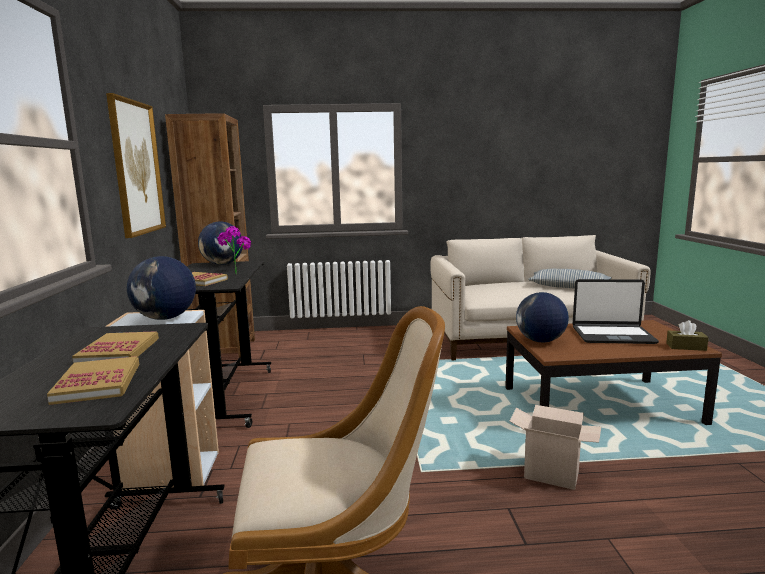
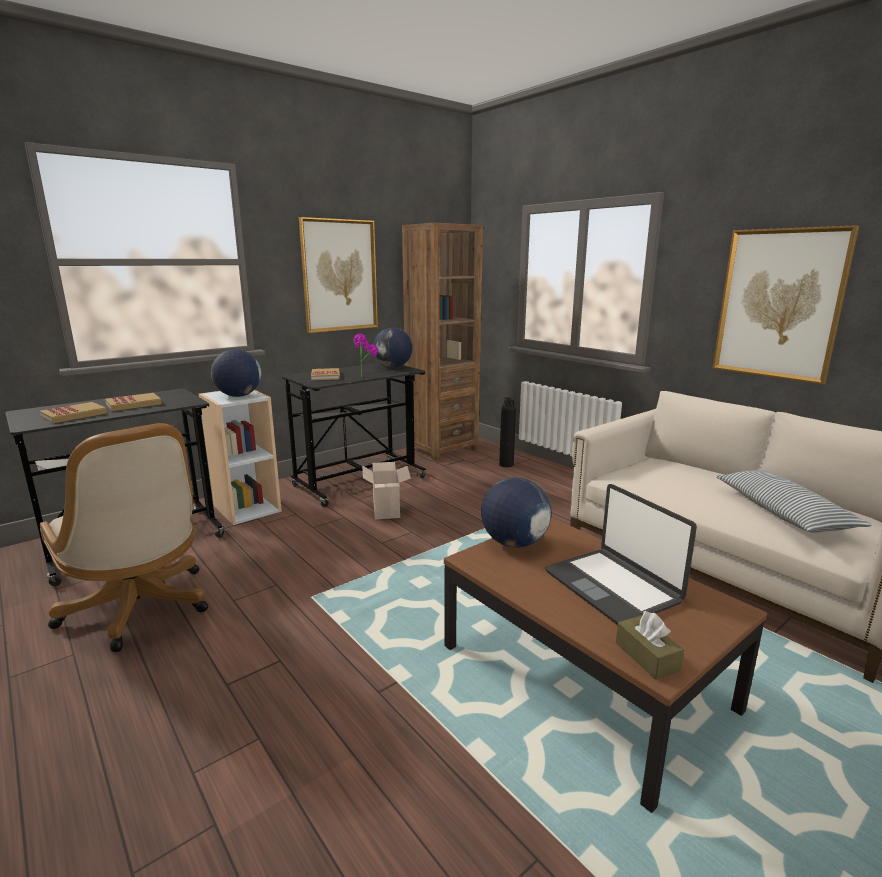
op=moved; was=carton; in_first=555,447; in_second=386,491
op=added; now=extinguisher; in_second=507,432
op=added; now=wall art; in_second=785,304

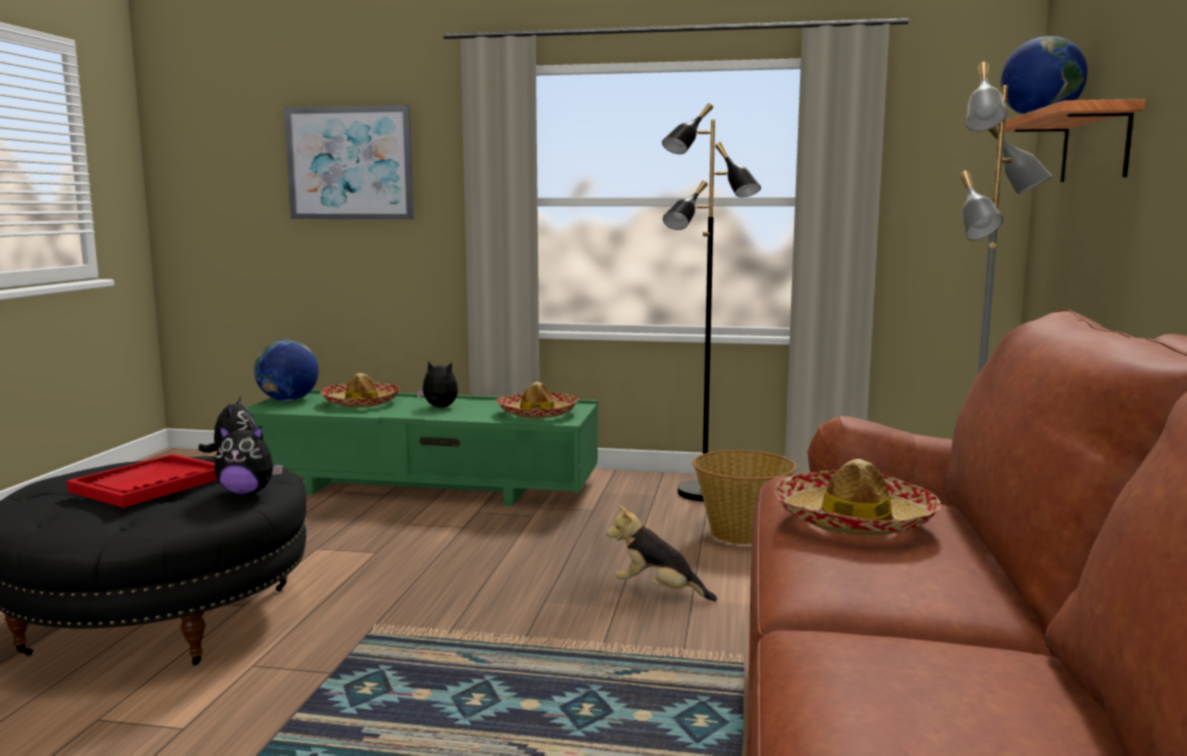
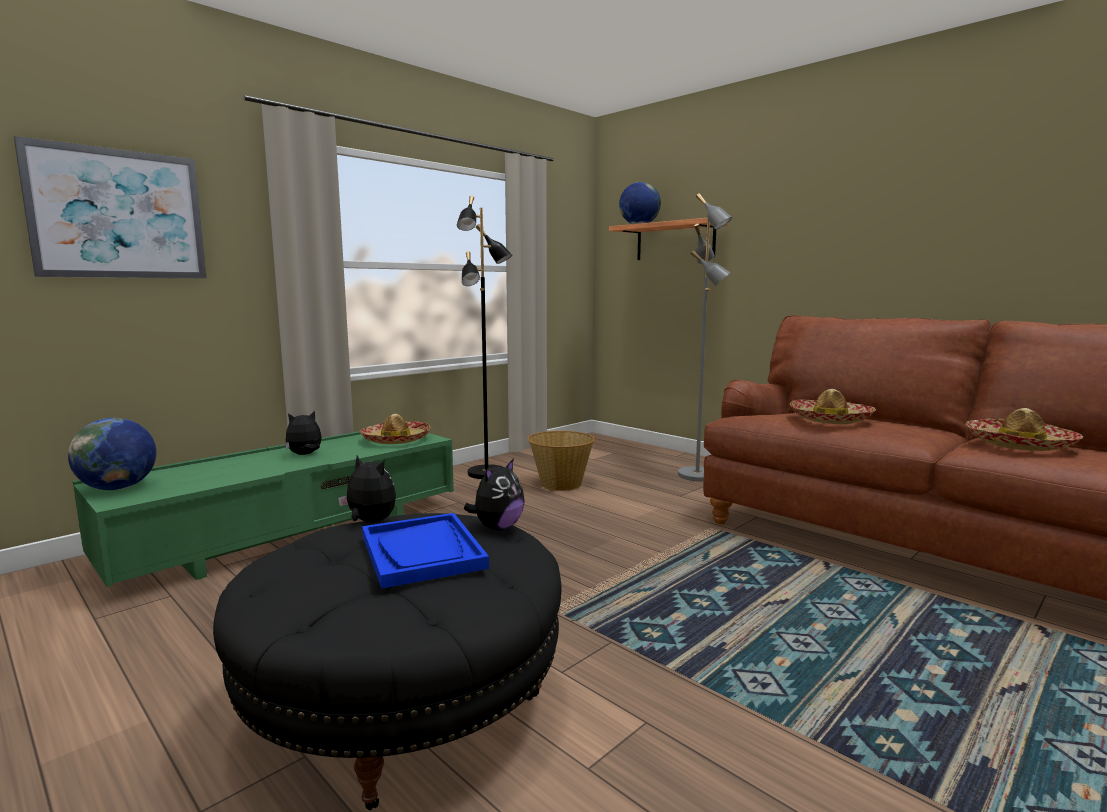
op=recoloured; was=reddish tray; now=blue tray; in_first=142,481; in_second=425,551
op=moved; was=hat; in_first=360,390; in_second=1024,429
op=removed; was=plush toy; in_first=662,553

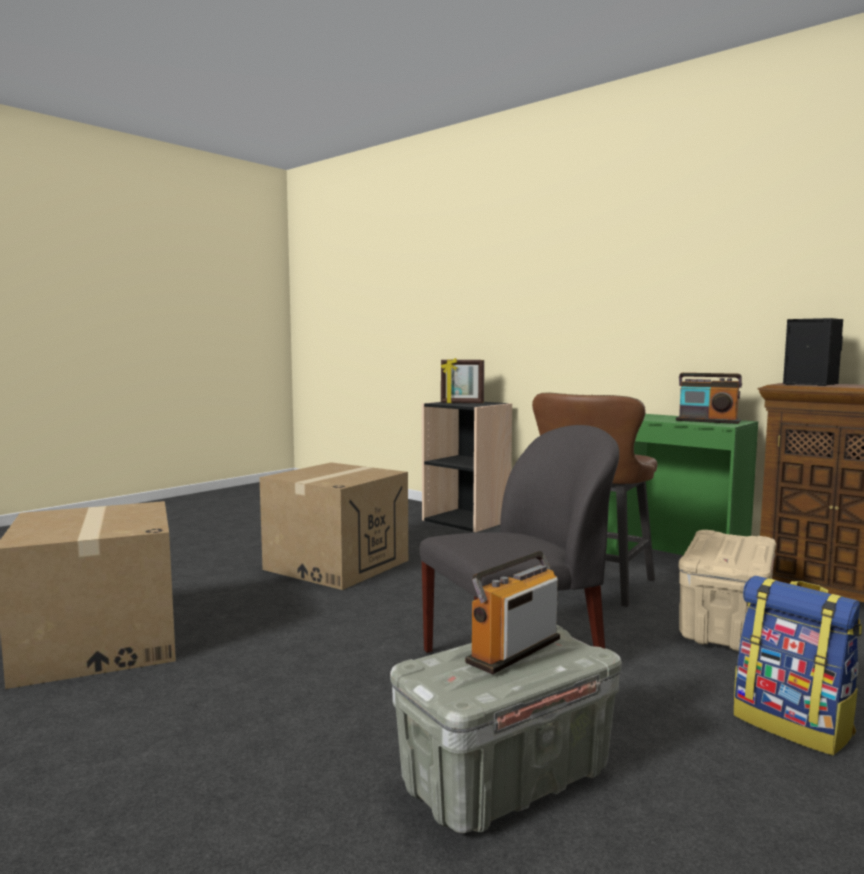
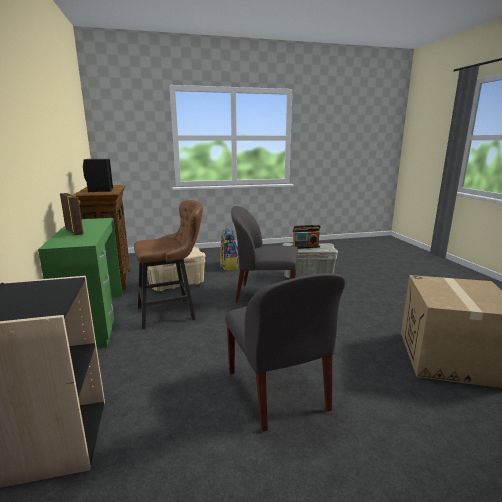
op=replaced; was=carton; now=grey upright chair; in_first=333,526; in_second=285,352
op=moved; was=photo frame; in_first=462,380; in_second=71,214
op=removed; was=radio; in_first=709,398

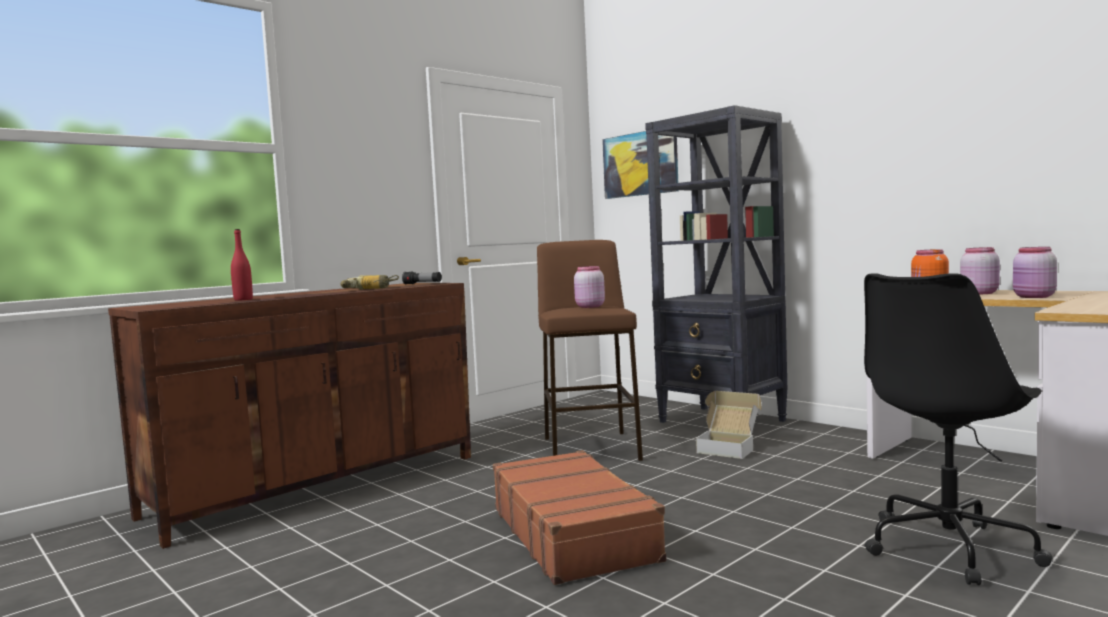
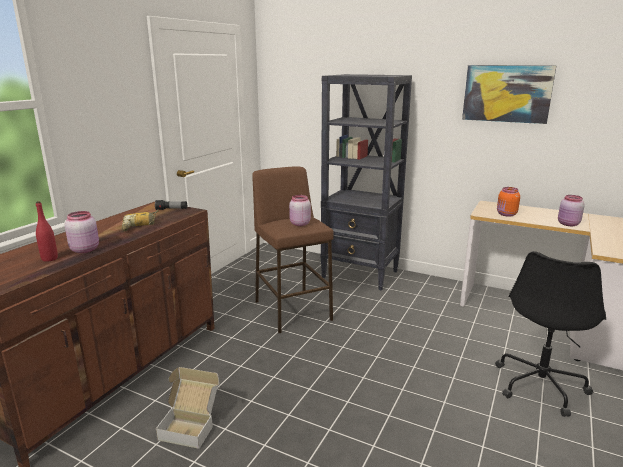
op=removed; was=brown piece of luggage; in_first=579,517
op=moved; was=wall art; in_first=640,165; in_second=509,94
op=moved; was=carton; in_first=729,425; in_second=188,408
op=moved; was=pink preserve jar; in_first=980,270; in_second=82,232

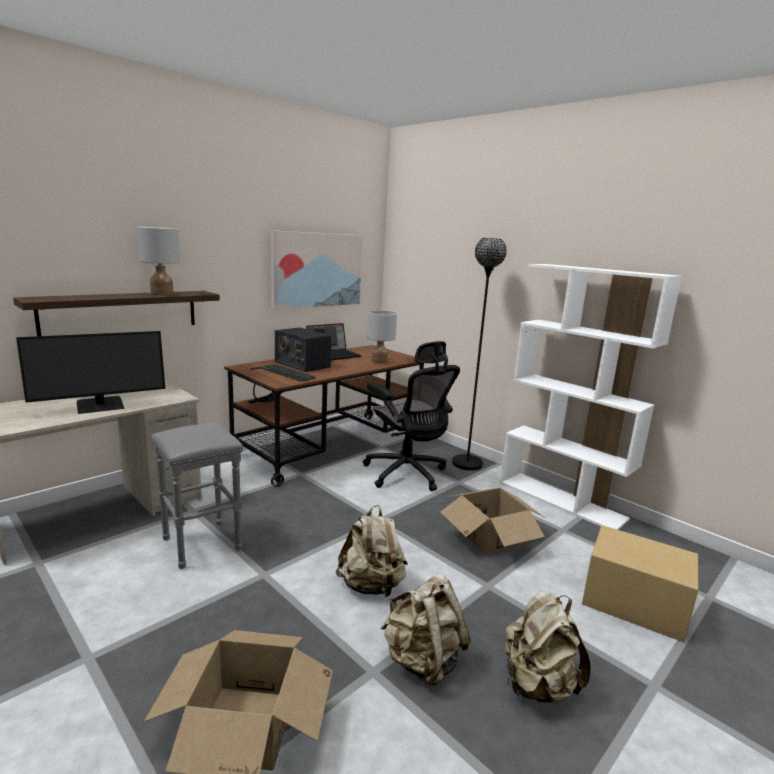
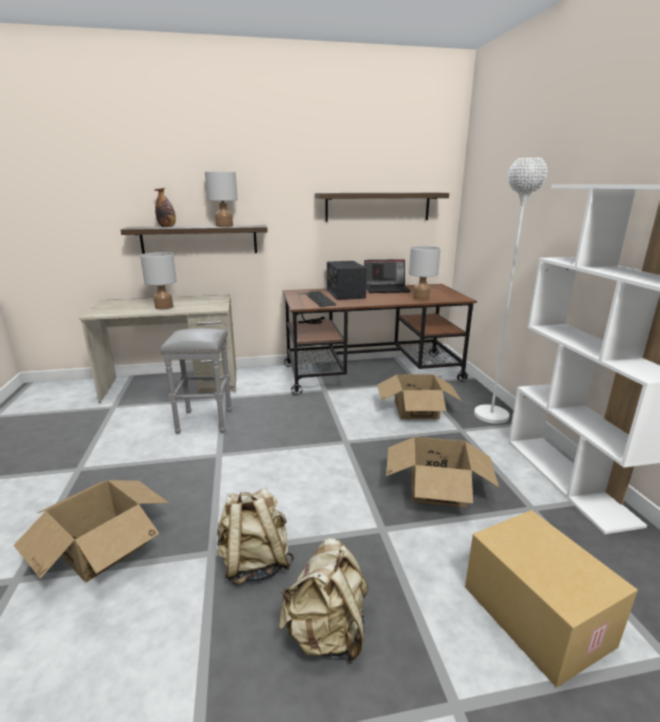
op=replaced; was=computer display; now=grey tabletop lamp; in_first=90,372; in_second=158,280
op=replaced; was=wall art; now=shelf; in_first=317,270; in_second=382,207
op=removed; was=beige backpack; in_first=372,551
op=replaced; was=computer chair; now=carton; in_first=411,416; in_second=419,396
op=recoloured; was=blackish standard lamp; now=whitish standard lamp; in_first=479,354; in_second=511,291
op=added; now=drink bottle; in_second=165,207

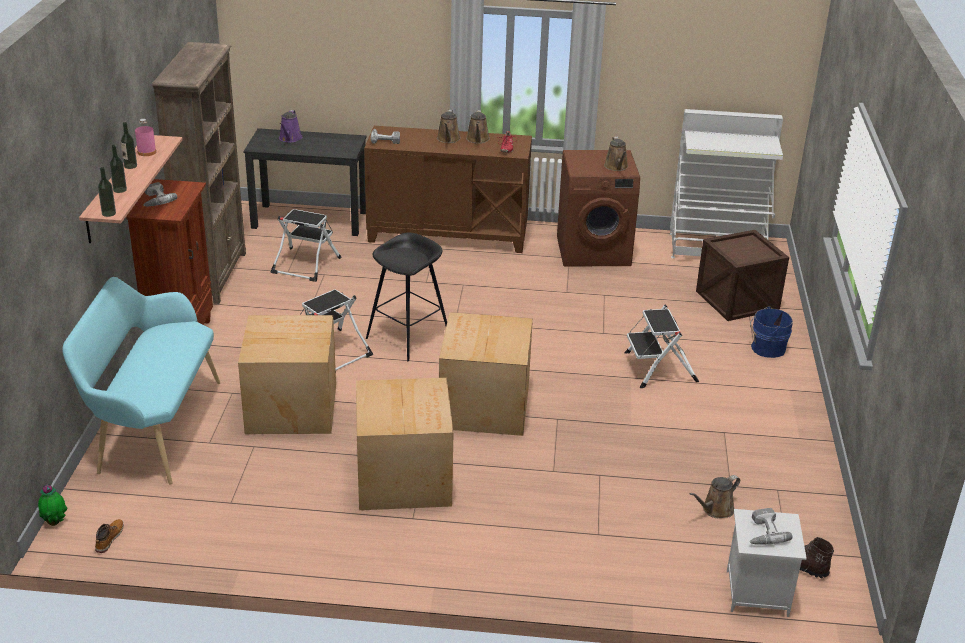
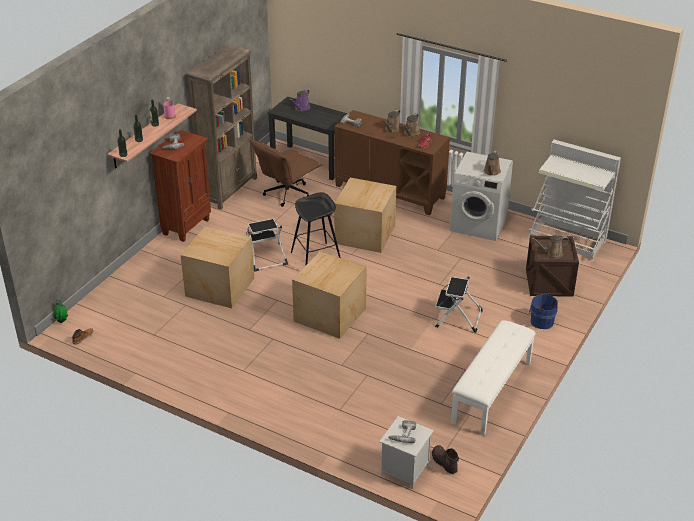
op=removed; was=turquoise-coloured long seat; in_first=141,380
op=replaced; was=step ladder; now=brown computer chair; in_first=306,245; in_second=286,173
op=moved; was=carton; in_first=404,444; in_second=365,215
op=recoloured; was=brown laundry machine; now=whitish laundry machine; in_first=598,208; in_second=481,196
op=moved; was=brown watering pot; in_first=714,496; in_second=550,247
op=added; now=whitish long seat; in_second=493,378

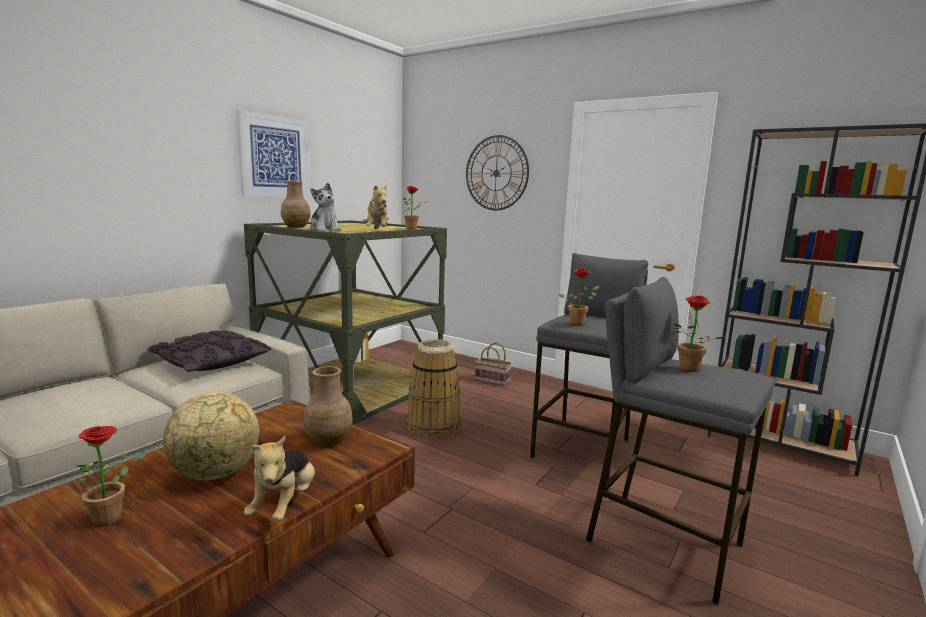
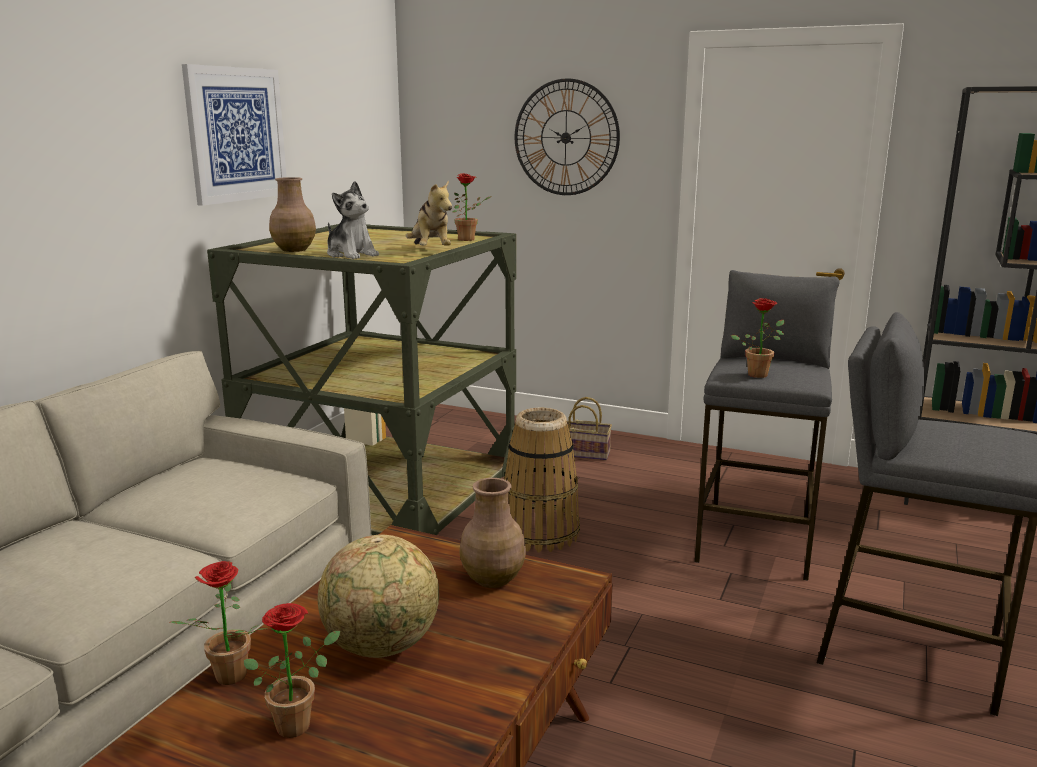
op=removed; was=blackish pillow; in_first=209,351
op=removed; was=plush toy; in_first=279,479
op=moved; was=houseplant; in_first=699,333; in_second=219,623

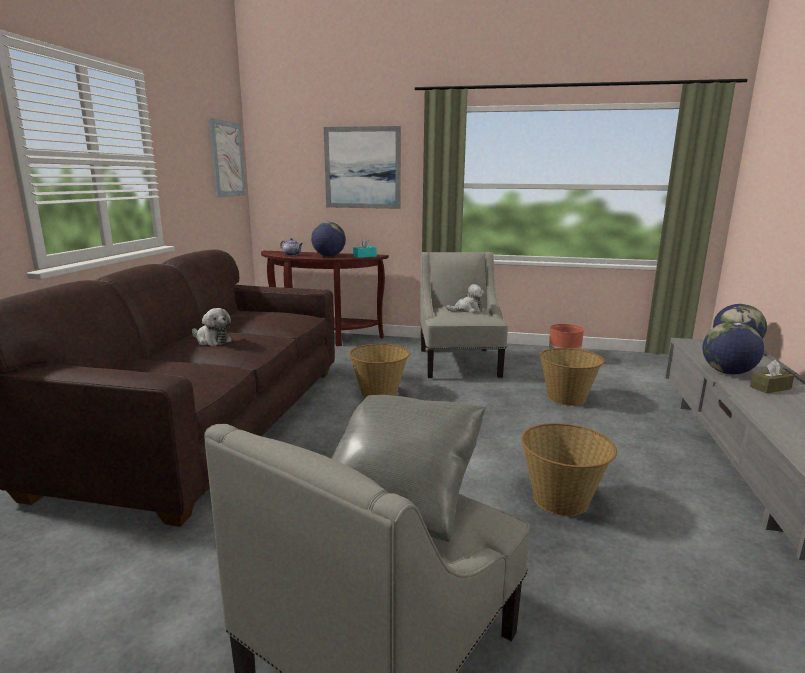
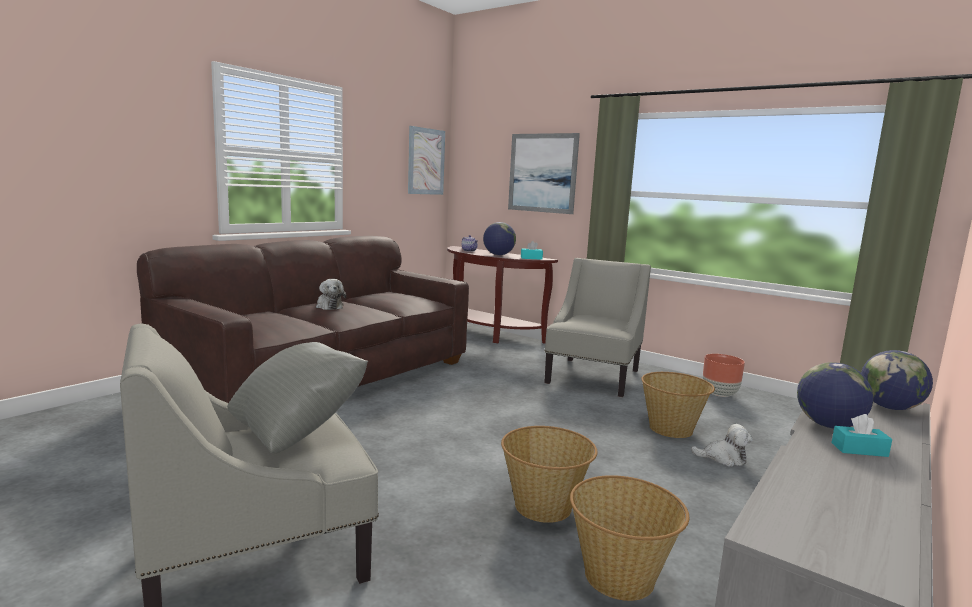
op=moved; was=basket; in_first=379,371; in_second=629,538
op=moved; was=plush toy; in_first=465,298; in_second=722,445
op=recoloured; was=brown box of tissues; now=turquoise-coloured box of tissues; in_first=772,376; in_second=861,435

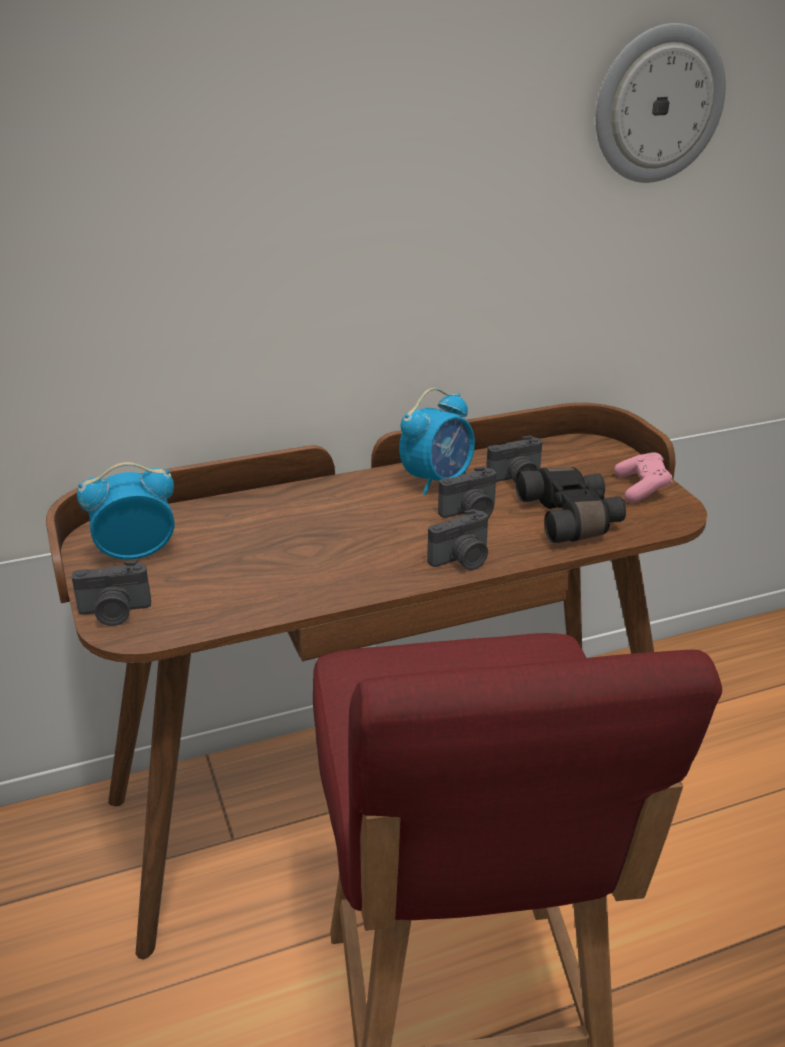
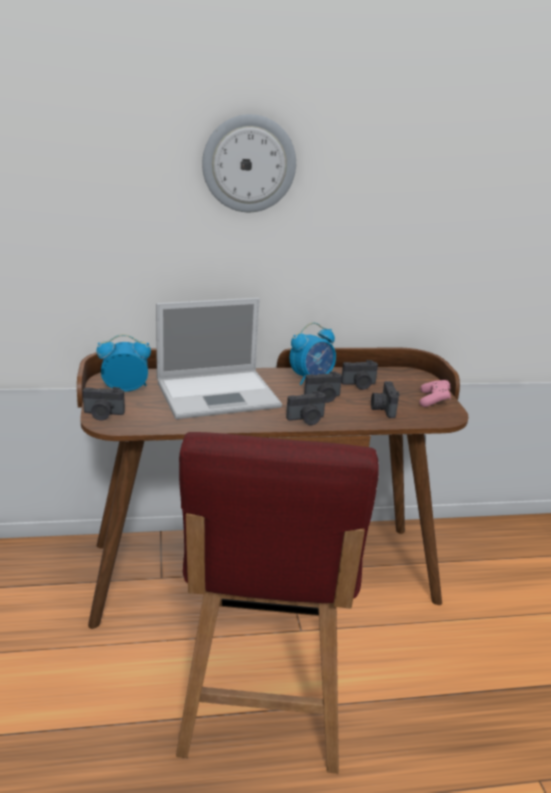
op=replaced; was=blackish binoculars; now=still camera; in_first=571,505; in_second=385,399
op=moved; was=hanging clock; in_first=661,103; in_second=249,163
op=added; now=laptop; in_second=219,358

